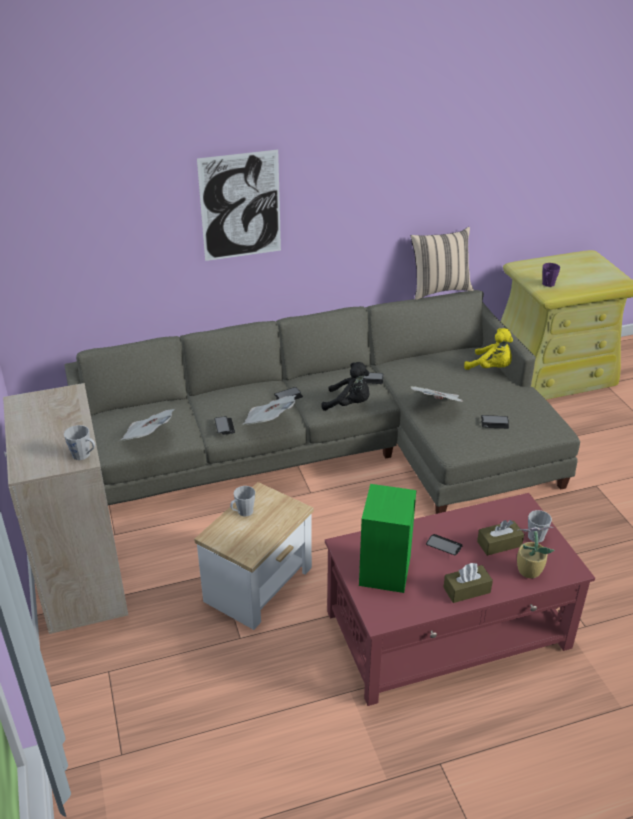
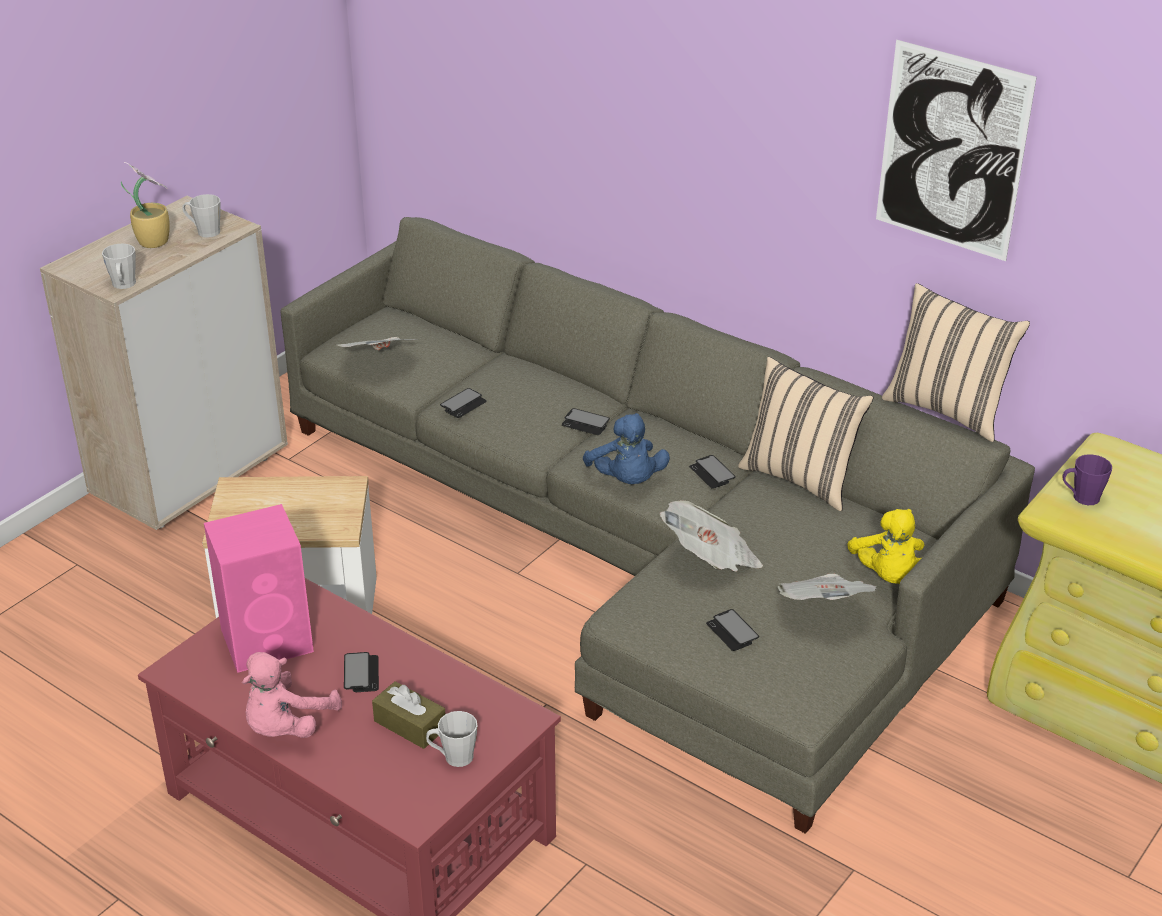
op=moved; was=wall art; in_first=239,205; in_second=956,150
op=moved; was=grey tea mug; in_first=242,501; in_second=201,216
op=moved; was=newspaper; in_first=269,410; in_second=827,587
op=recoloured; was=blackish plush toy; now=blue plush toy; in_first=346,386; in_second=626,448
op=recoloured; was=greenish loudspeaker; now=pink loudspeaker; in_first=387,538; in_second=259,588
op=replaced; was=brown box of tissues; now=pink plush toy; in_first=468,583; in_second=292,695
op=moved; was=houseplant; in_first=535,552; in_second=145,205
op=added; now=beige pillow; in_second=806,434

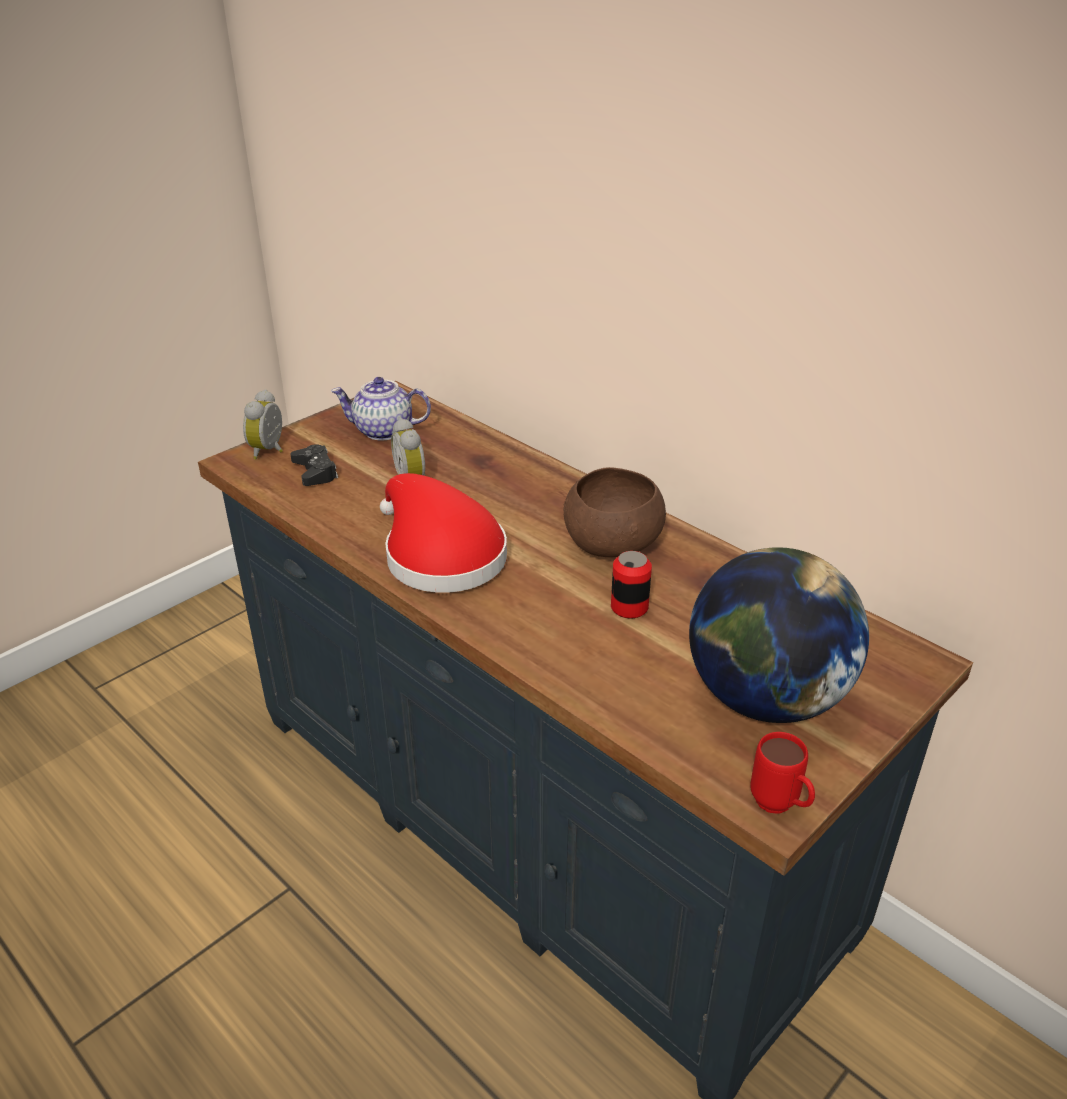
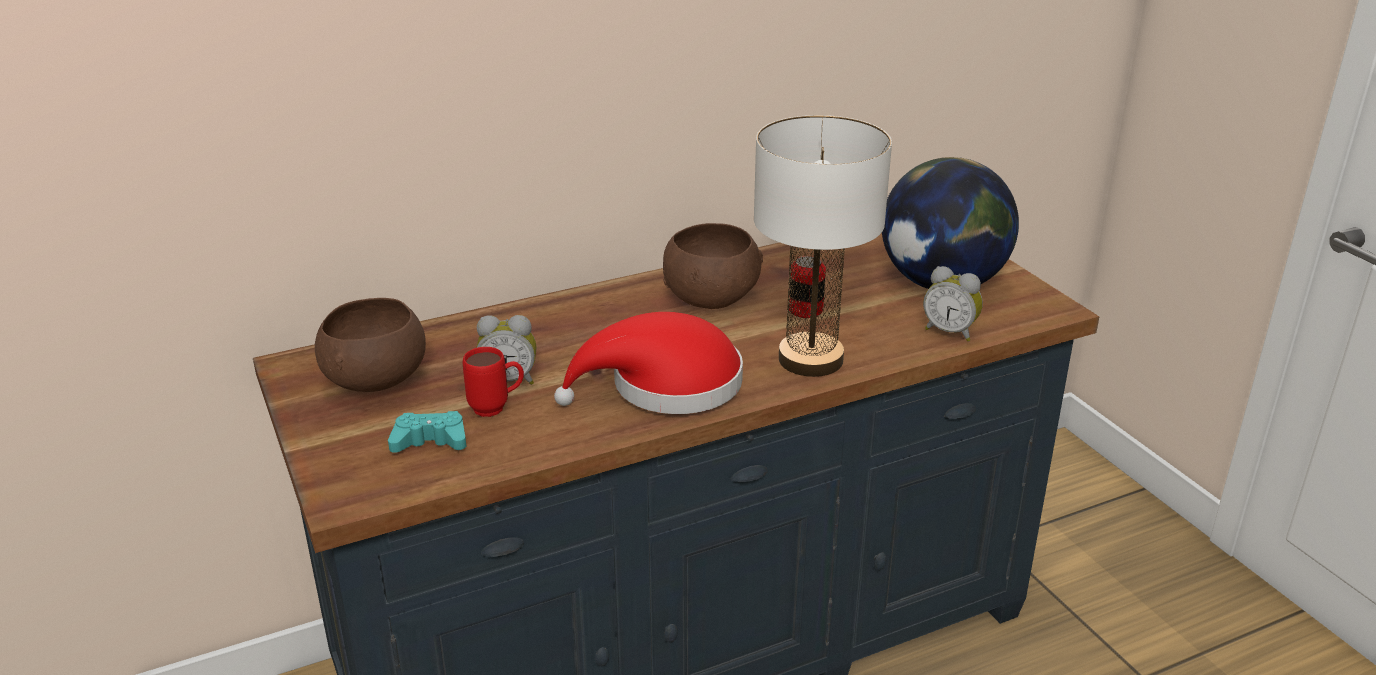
op=moved; was=bedside clock; in_first=263,424; in_second=953,304
op=recoloured; was=blackish joypad; now=turquoise-coloured joypad; in_first=314,465; in_second=427,432
op=replaced; was=pot for tea; now=brown serving bowl; in_first=381,409; in_second=370,345
op=moved; was=reddish tea mug; in_first=782,773; in_second=493,382
op=added; now=tabletop lamp; in_second=823,246

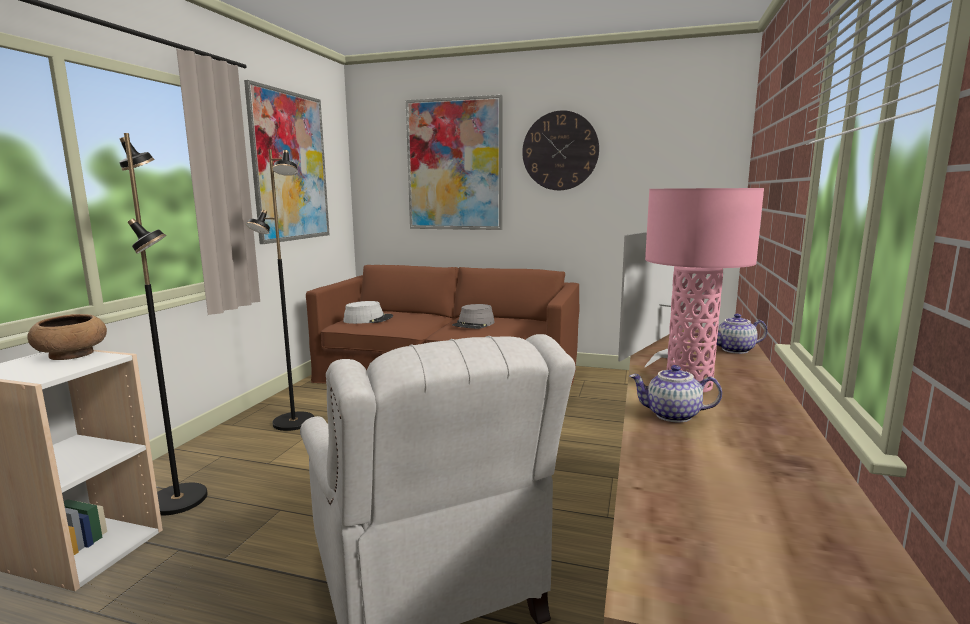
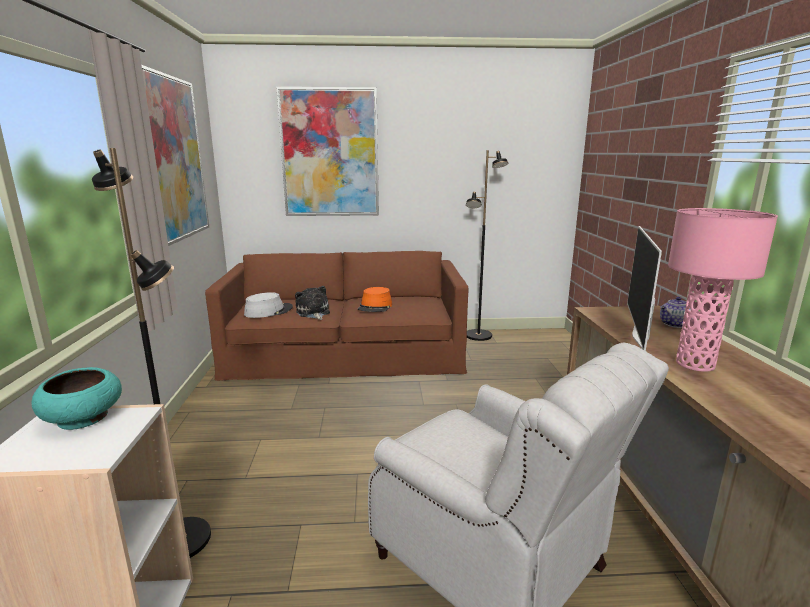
op=recoloured; was=brown serving bowl; now=turquoise-coloured serving bowl; in_first=67,337; in_second=77,398
op=moved; was=blackish standard lamp; in_first=280,290; in_second=487,245
op=recoloured; was=grey hat; now=orange-coloured hat; in_first=473,316; in_second=375,299
op=removed; was=hanging clock; in_first=560,150
op=removed; was=pot for tea; in_first=675,394
op=added; now=plush toy; in_second=312,303

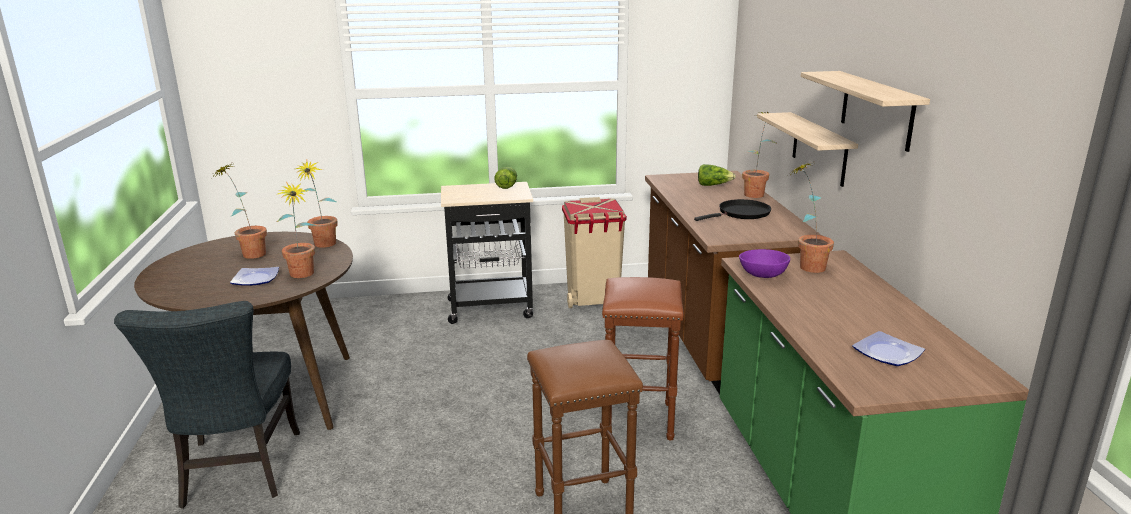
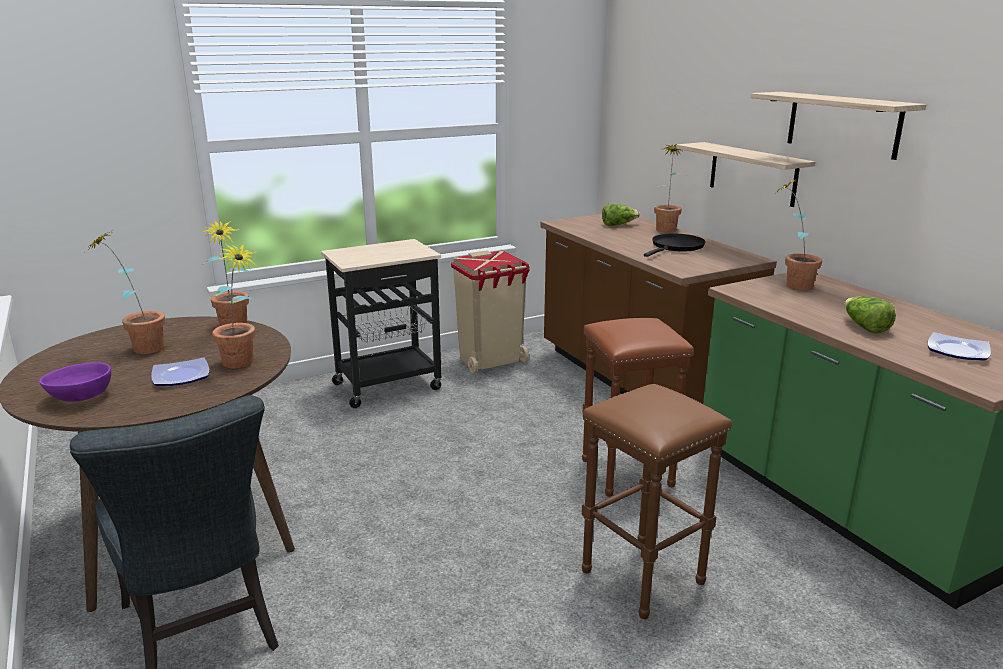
op=moved; was=head of lettuce; in_first=505,178; in_second=870,315
op=moved; was=purple-coloured serving bowl; in_first=764,263; in_second=75,381

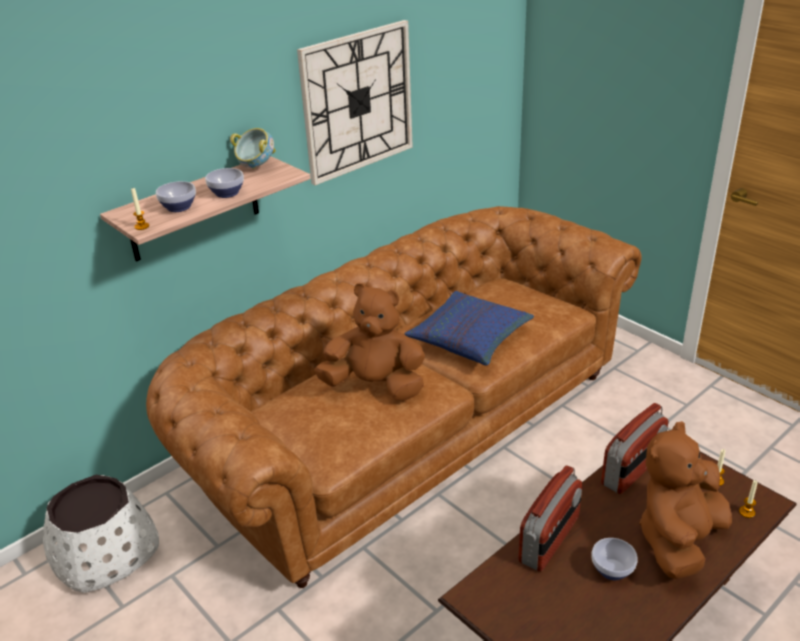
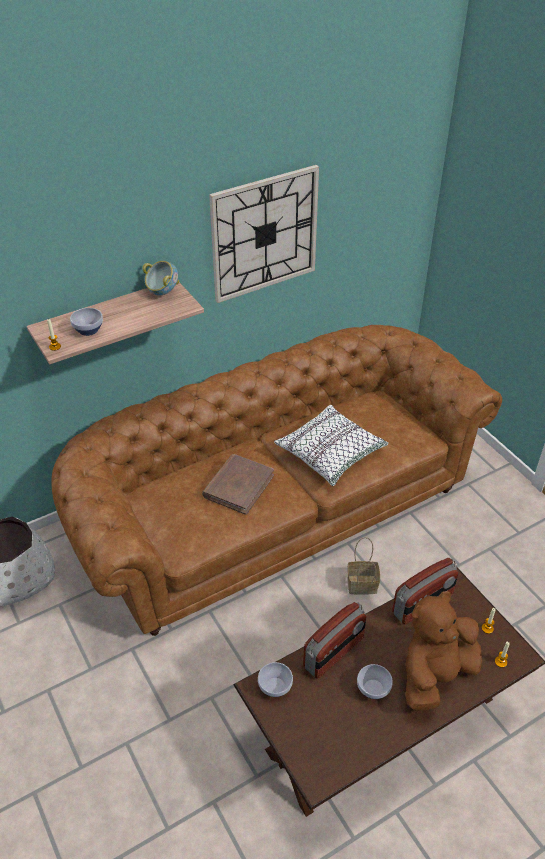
op=moved; was=serving bowl; in_first=224,183; in_second=275,679
op=replaced; was=brown plush toy; now=brown volume; in_first=369,342; in_second=238,484
op=recoloured; was=blue pillow; now=whitish pillow; in_first=469,328; in_second=331,445
op=added; now=basket; in_second=364,566

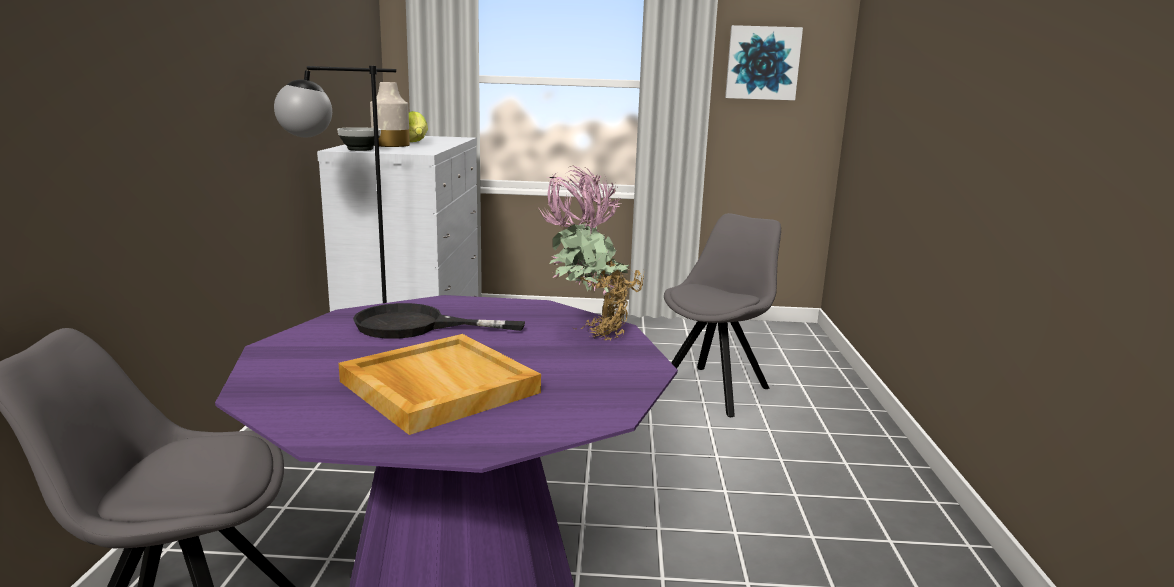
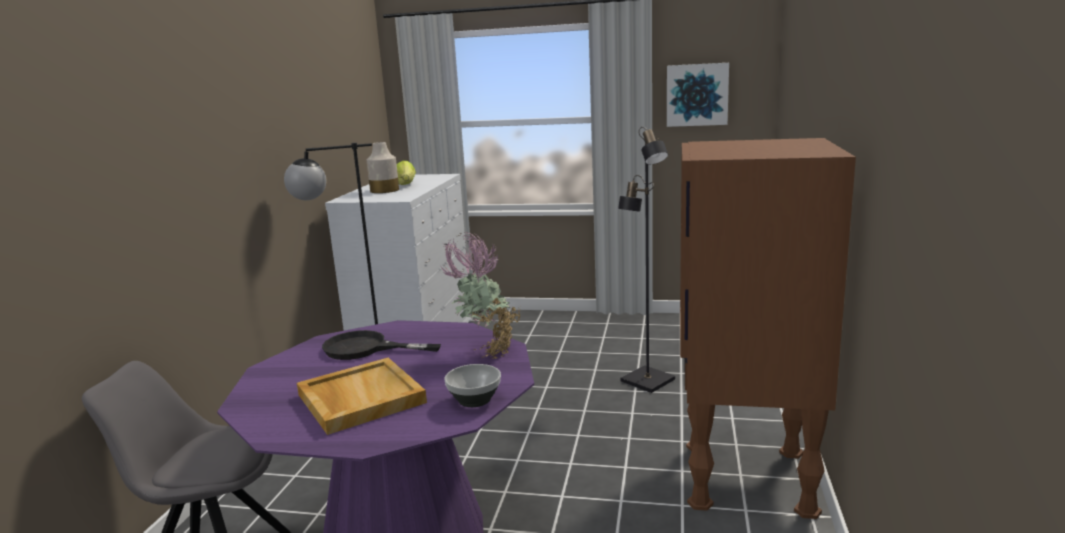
op=moved; was=serving bowl; in_first=359,139; in_second=472,385
op=replaced; was=grey upright chair; now=blackish standard lamp; in_first=722,315; in_second=646,260
op=added; now=brown cupboard; in_second=768,328

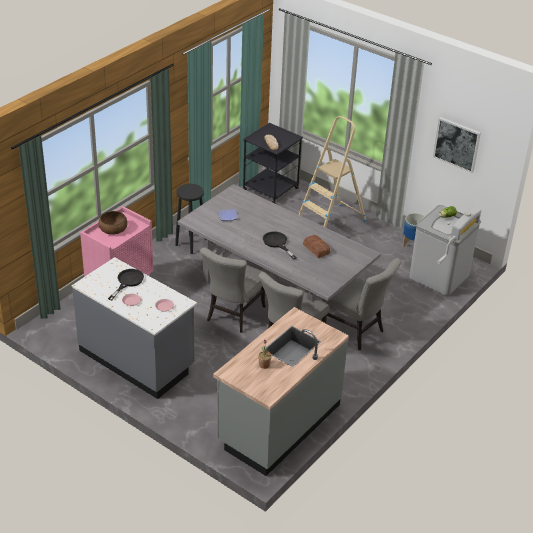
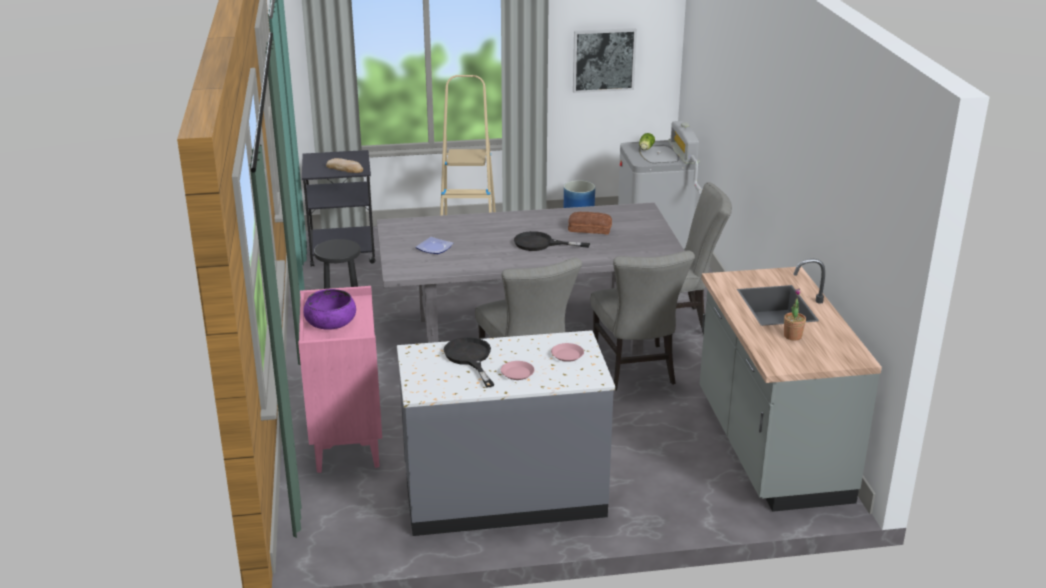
op=recoloured; was=brown serving bowl; now=purple-coloured serving bowl; in_first=113,223; in_second=329,309

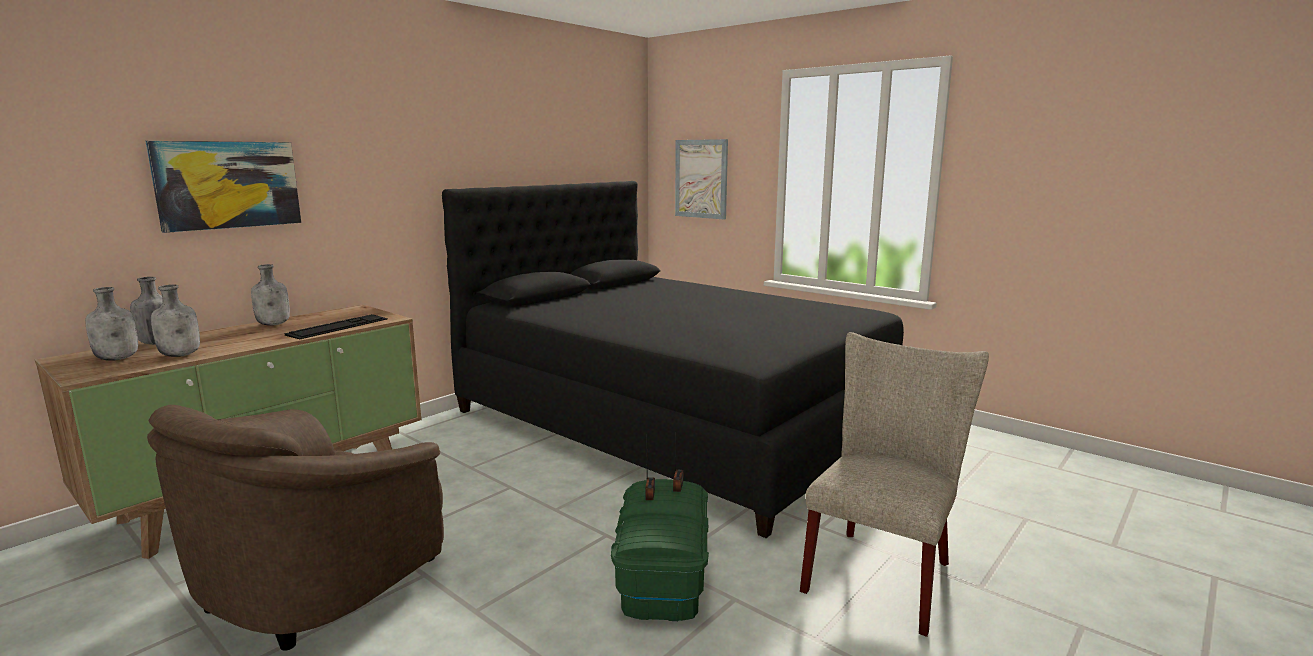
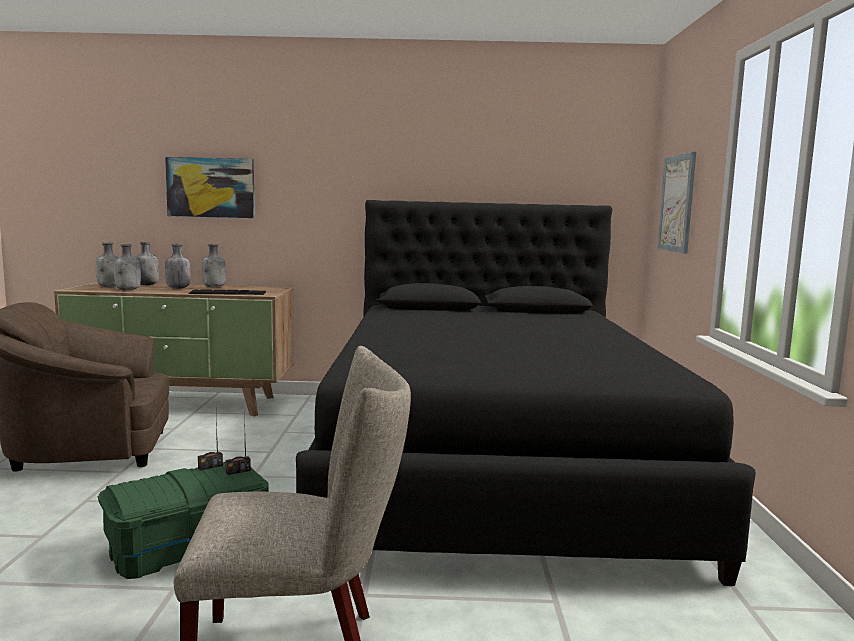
op=added; now=grey drink bottle; in_second=178,266

